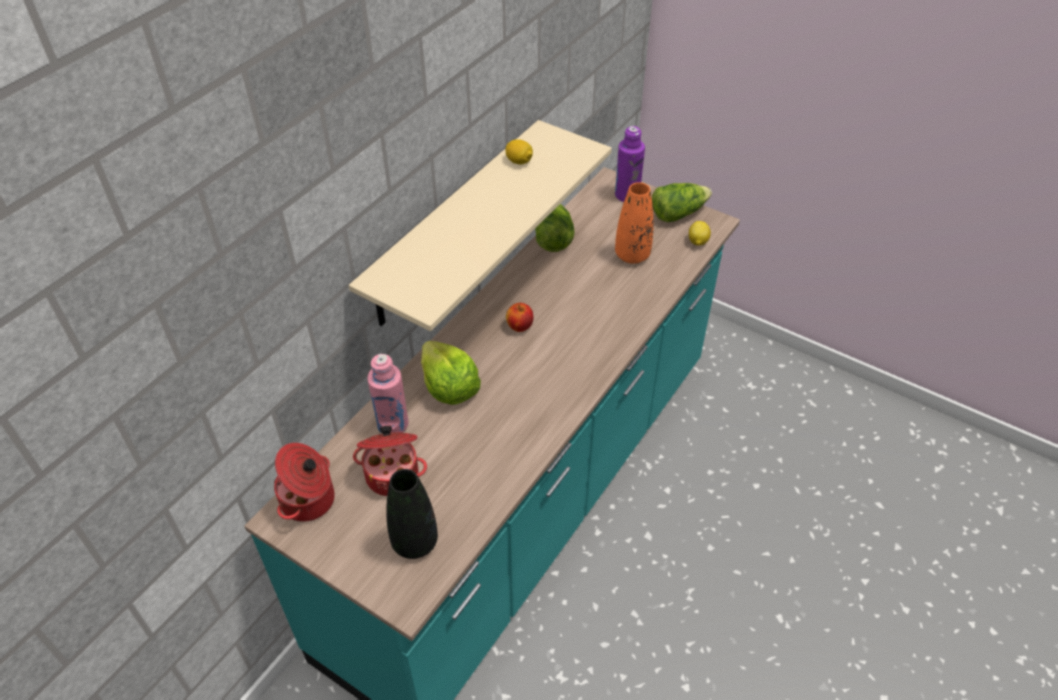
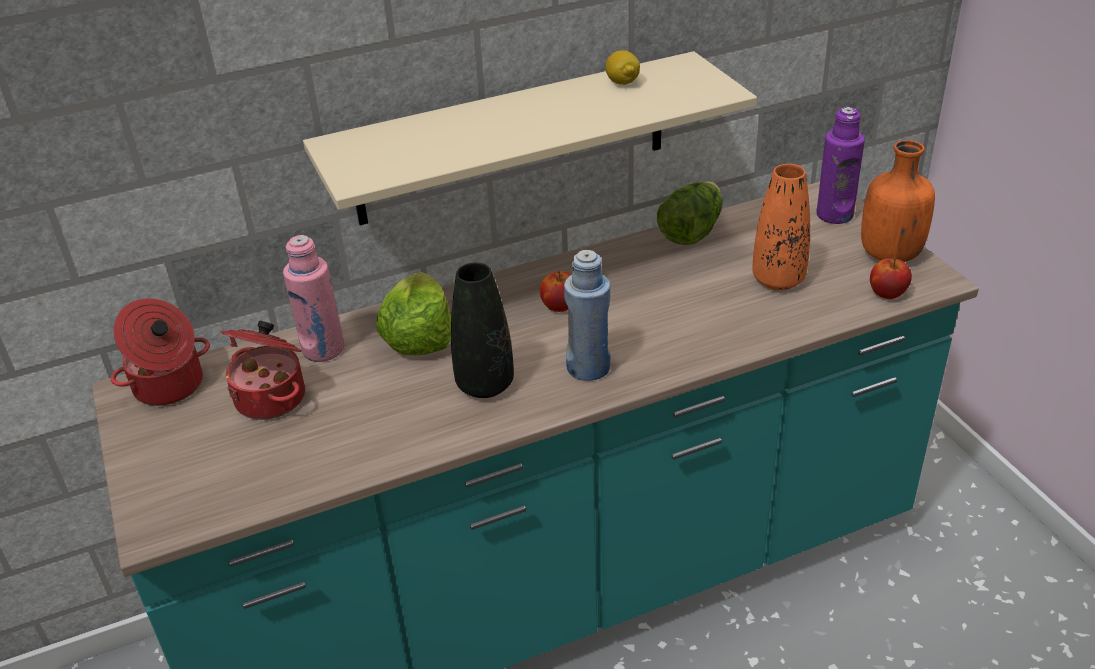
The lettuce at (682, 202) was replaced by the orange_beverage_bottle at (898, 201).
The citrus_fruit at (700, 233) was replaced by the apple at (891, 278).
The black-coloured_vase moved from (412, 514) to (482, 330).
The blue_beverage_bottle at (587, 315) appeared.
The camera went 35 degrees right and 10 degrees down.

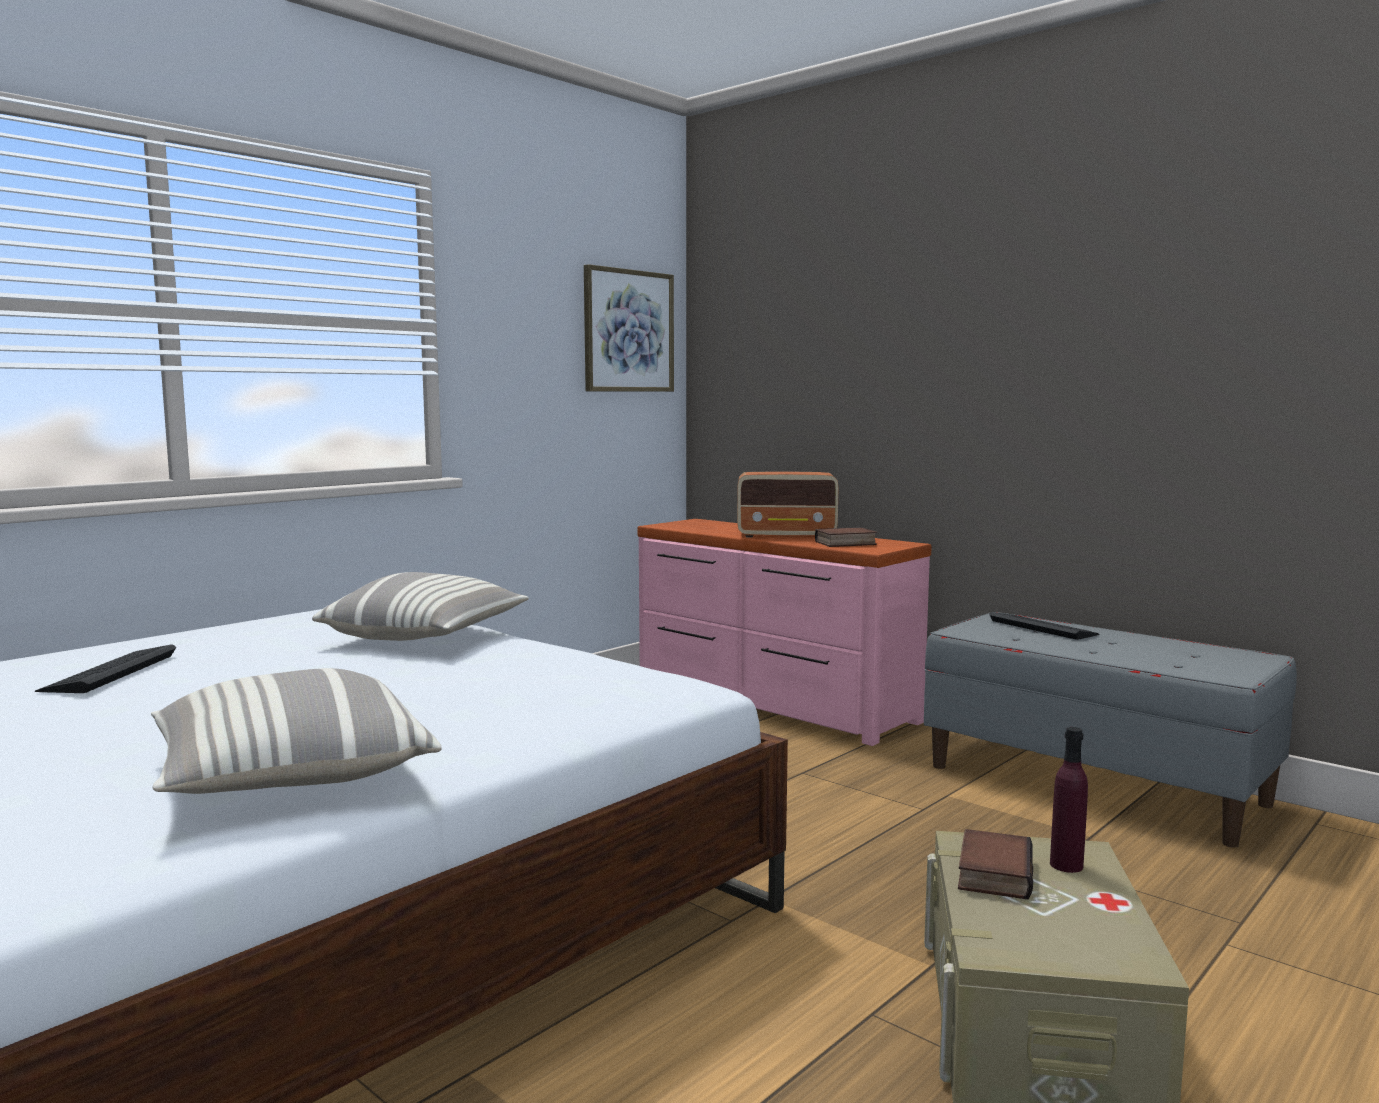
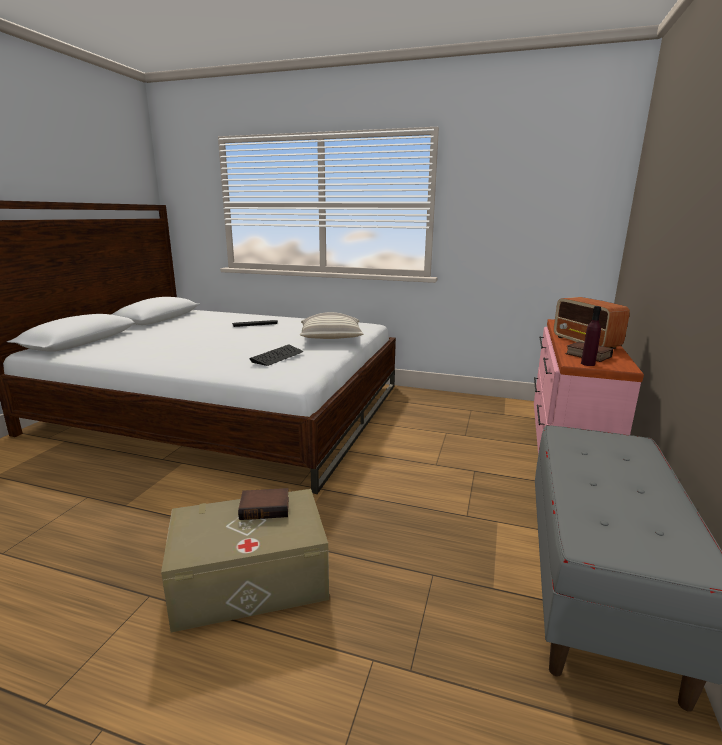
The wall_picture at (629, 328) disappeared.
The keyboard moved from (1044, 626) to (276, 355).
The cushion at (296, 731) disappeared.
The purple_beverage_bottle moved from (1069, 800) to (591, 336).
The camera went 65 degrees right and 10 degrees up.

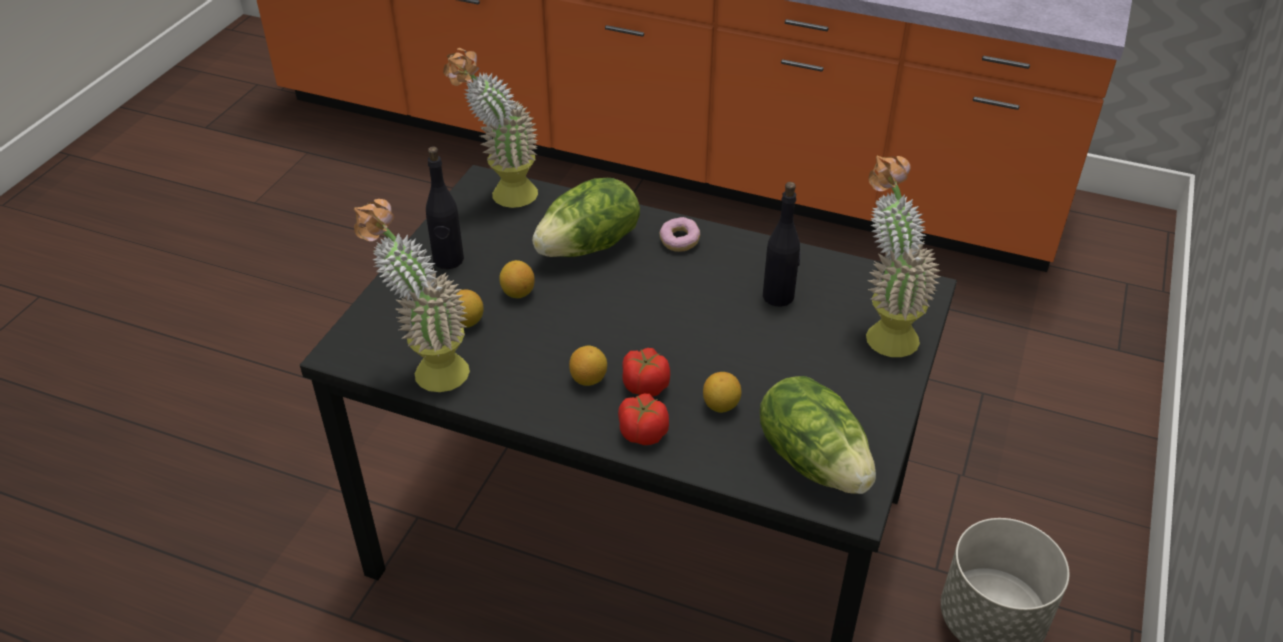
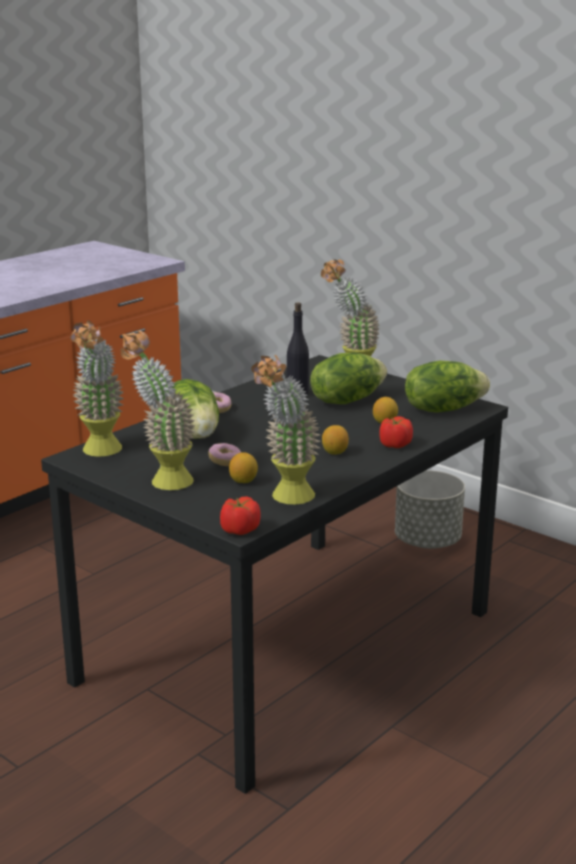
The black-coloured_beverage_bottle at (445, 207) was replaced by the potted_plant at (158, 410).
The citrus_fruit at (517, 279) was replaced by the doughnut at (224, 454).
The fresh_tomato moved from (646, 372) to (240, 515).
The lettuce at (348, 378) appeared.
The camera went 70 degrees left and 20 degrees down.

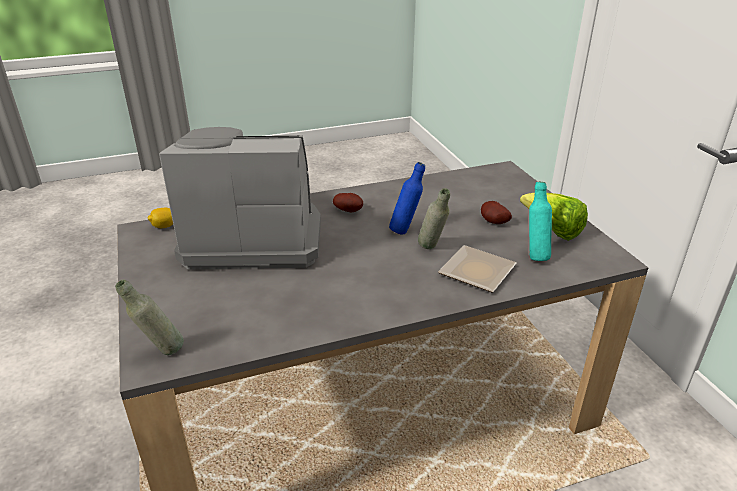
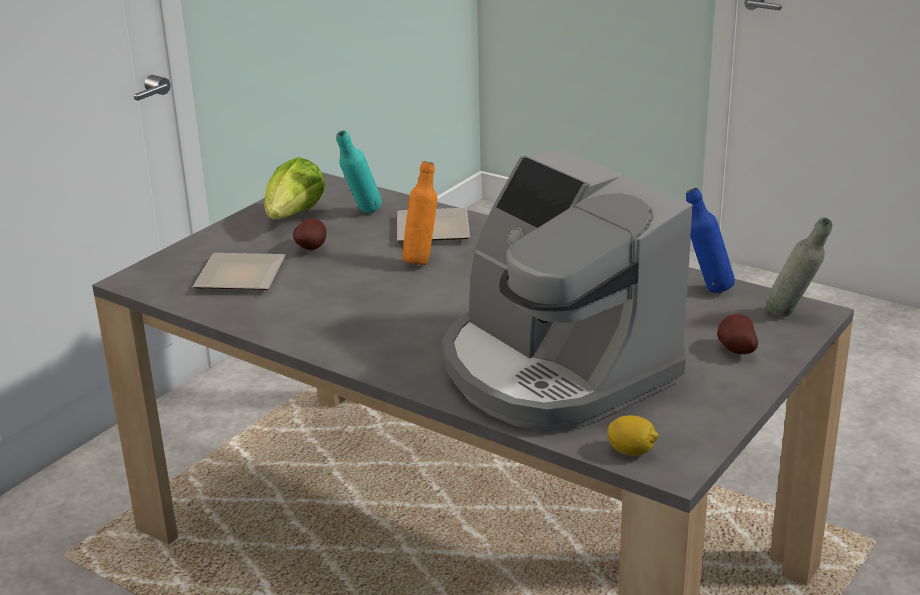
The blue_beverage_bottle moved from (407, 198) to (710, 240).
The greyish_beverage_bottle at (434, 218) became the orange_beverage_bottle at (419, 213).
The whole_potato moved from (348, 203) to (737, 334).
The flat_dish at (239, 271) appeared.
The camera went 125 degrees left and 5 degrees down.

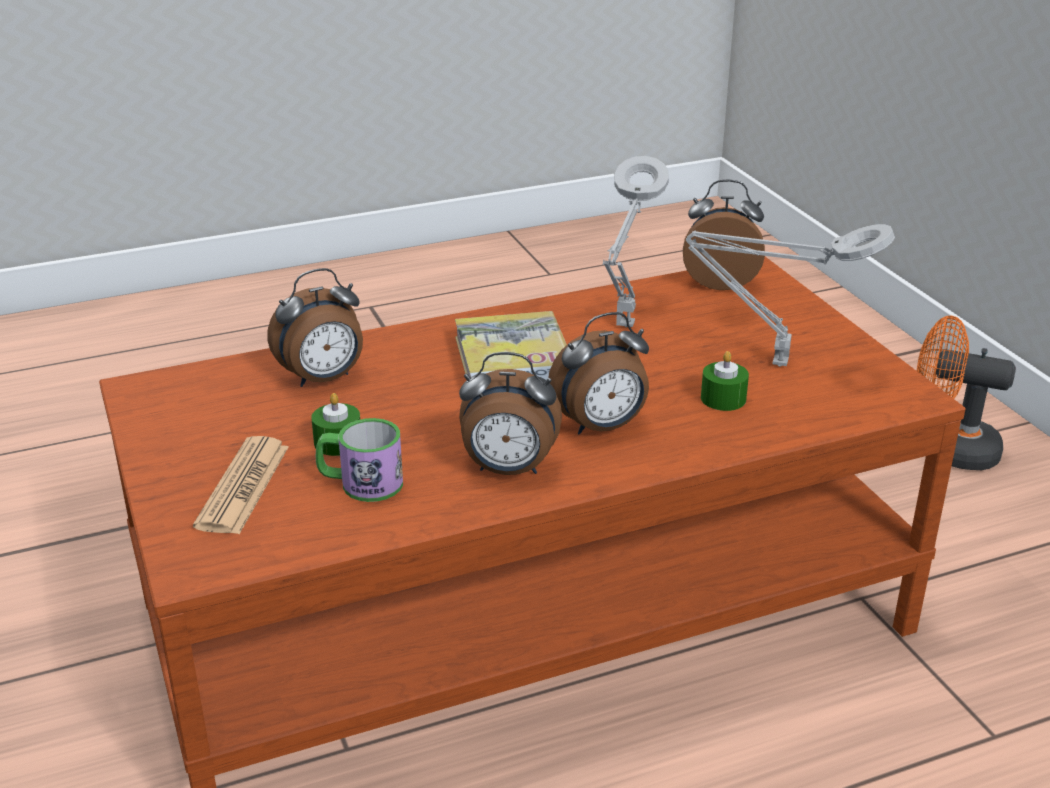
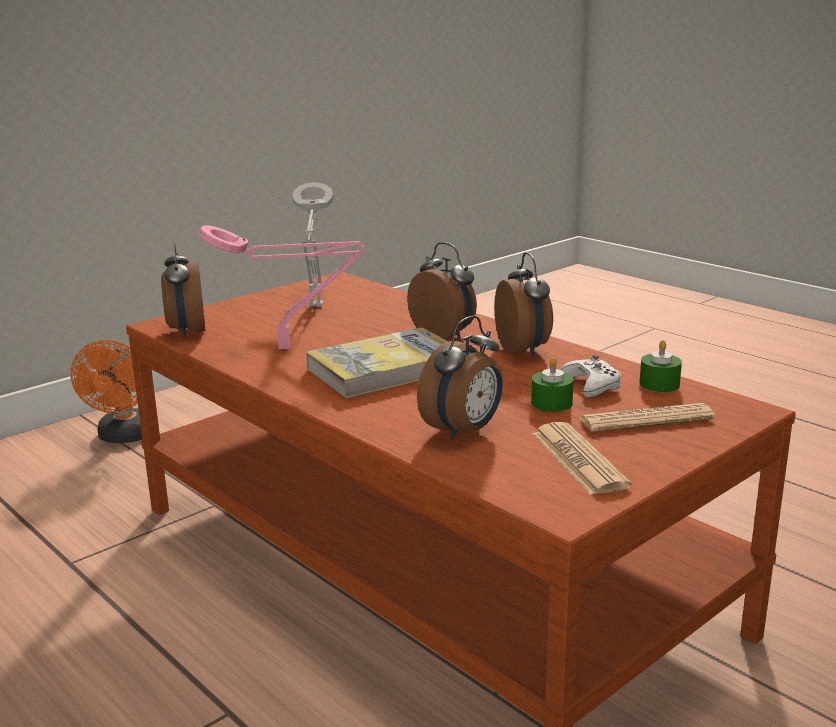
The greyish_table_lamp at (636, 241) became the pink_table_lamp at (282, 287).
The table_clock at (315, 327) turned 90 degrees clockwise.
The green-coloured_candle moved from (725, 381) to (661, 366).
The mug at (359, 460) was replaced by the white_gamepad at (591, 376).
The daily_paper at (582, 458) appeared.
The camera went 110 degrees left and 10 degrees down.

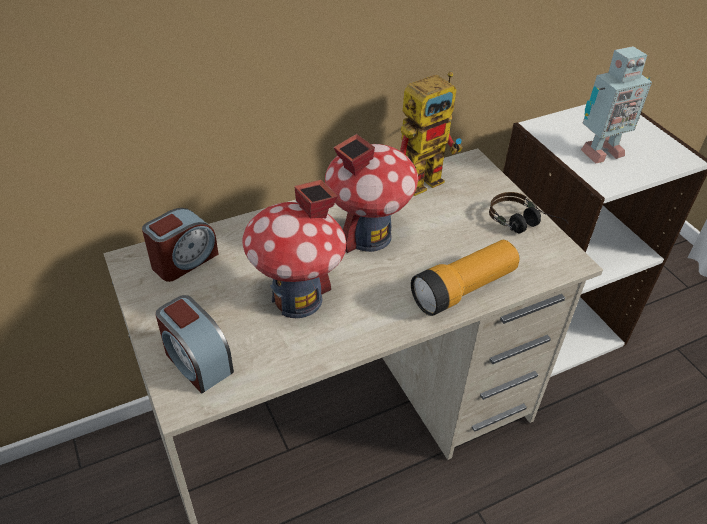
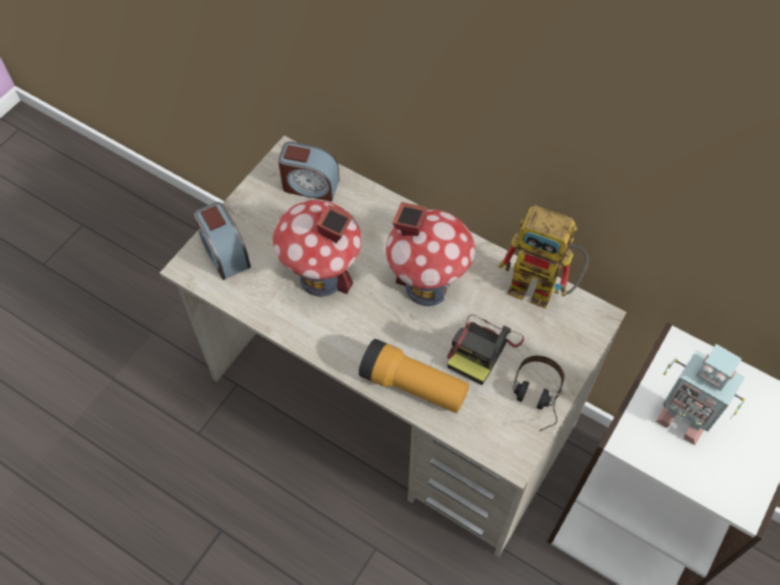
The table_clock at (195, 344) turned 45 degrees counterclockwise.
The photo_camera at (485, 349) appeared.
The camera went 60 degrees right and 15 degrees up.

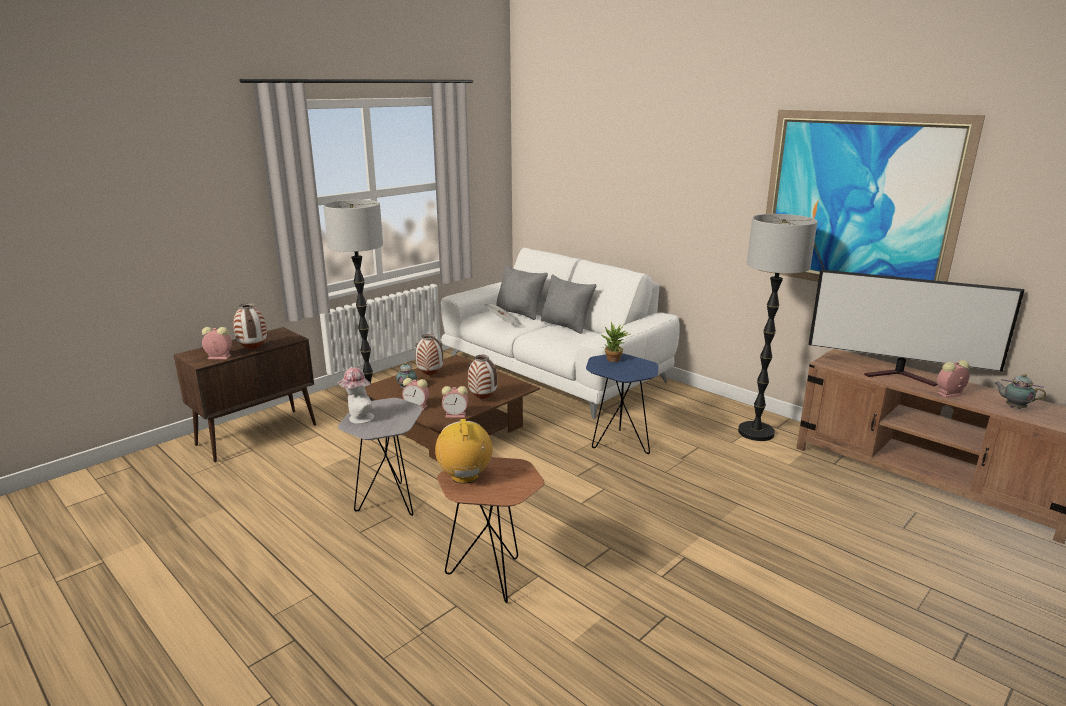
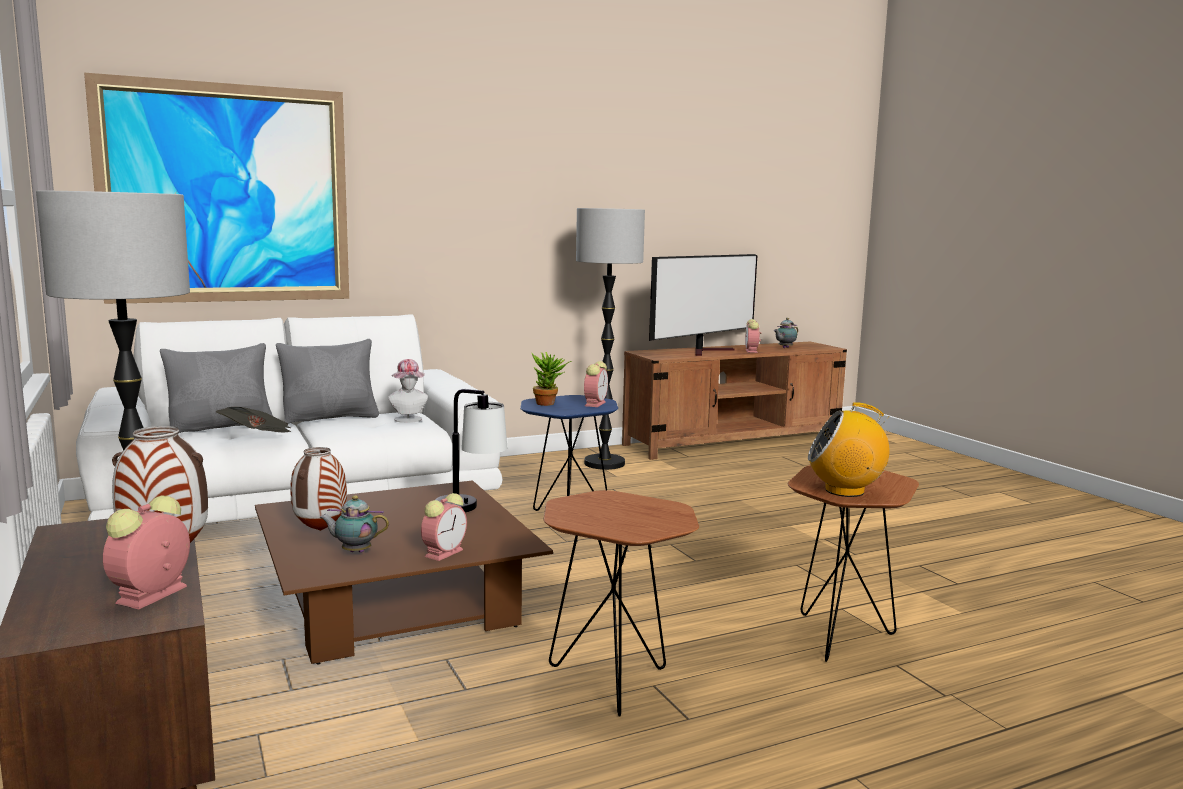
The wall_picture moved from (872, 196) to (216, 188).
The vase at (482, 377) was replaced by the table_lamp at (471, 450).
The wearable_hat moved from (355, 395) to (408, 391).
The table_clock moved from (455, 402) to (596, 384).
The greyish_accent_table at (380, 457) became the brownish_accent_table at (621, 603).
The camera went 70 degrees left and 10 degrees down.

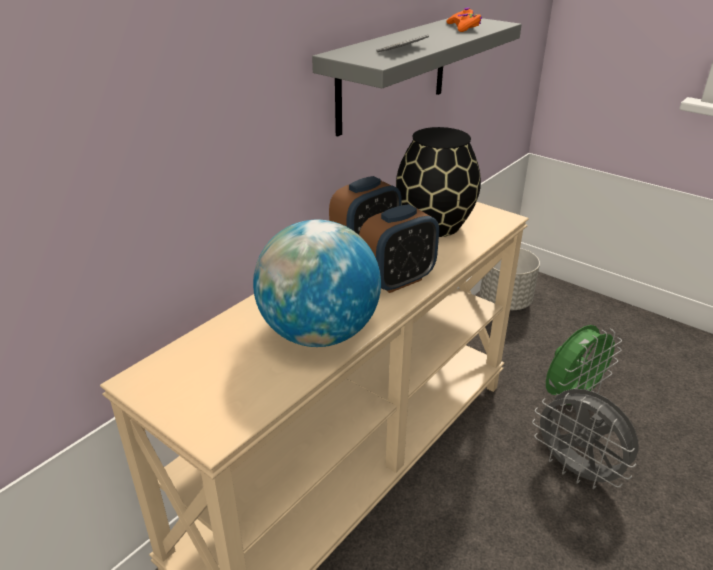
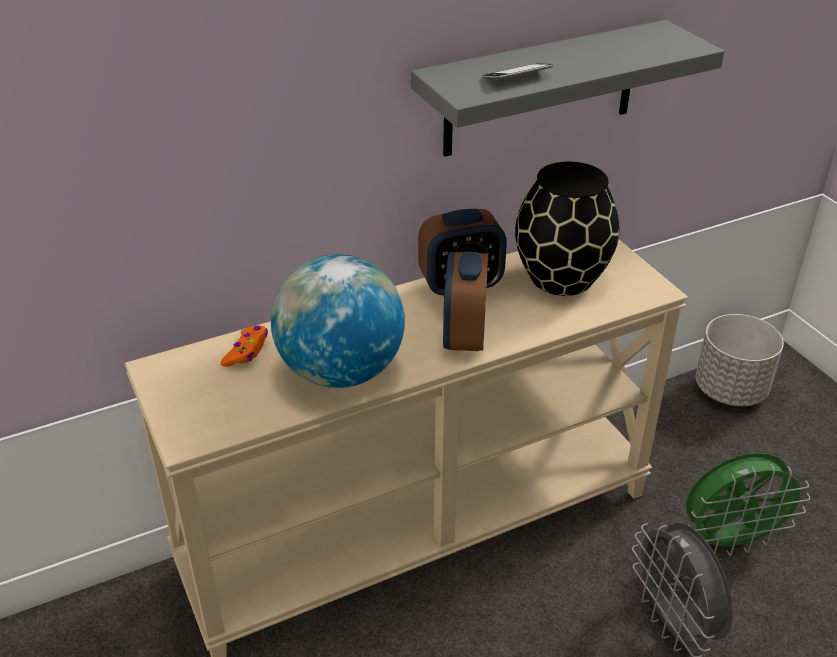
The orange_gamepad moved from (464, 19) to (244, 346).
The table_clock at (399, 248) turned 105 degrees clockwise.
The camera went 25 degrees right and 5 degrees up.

